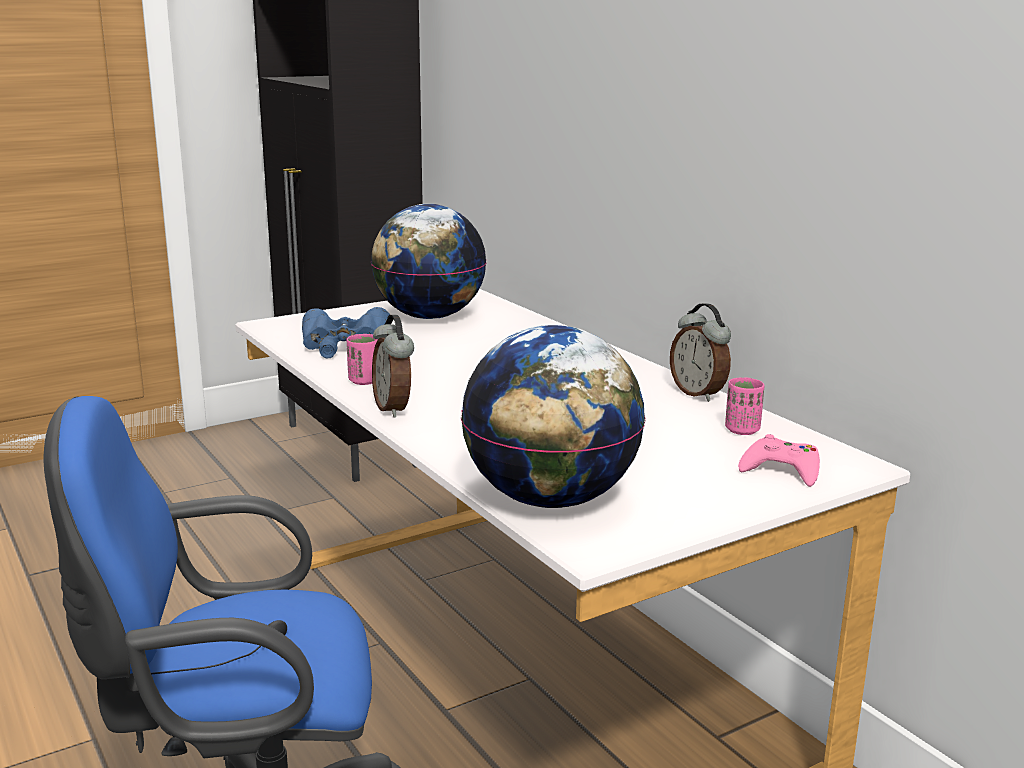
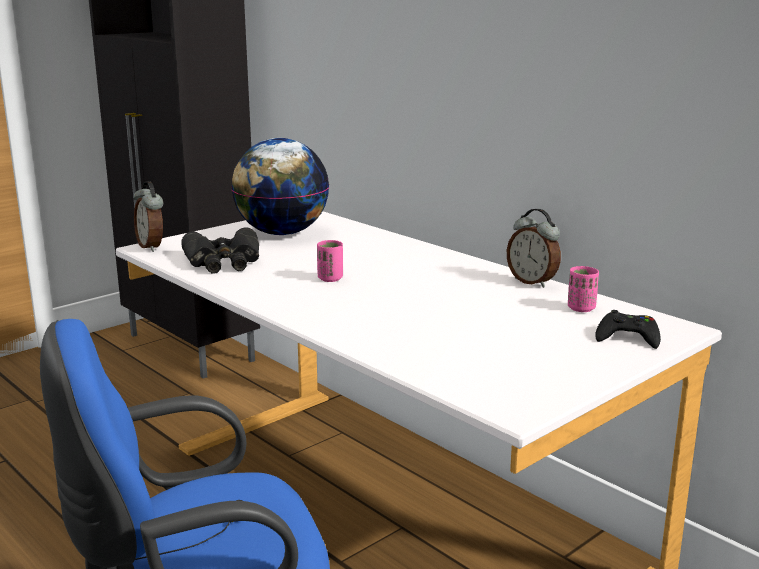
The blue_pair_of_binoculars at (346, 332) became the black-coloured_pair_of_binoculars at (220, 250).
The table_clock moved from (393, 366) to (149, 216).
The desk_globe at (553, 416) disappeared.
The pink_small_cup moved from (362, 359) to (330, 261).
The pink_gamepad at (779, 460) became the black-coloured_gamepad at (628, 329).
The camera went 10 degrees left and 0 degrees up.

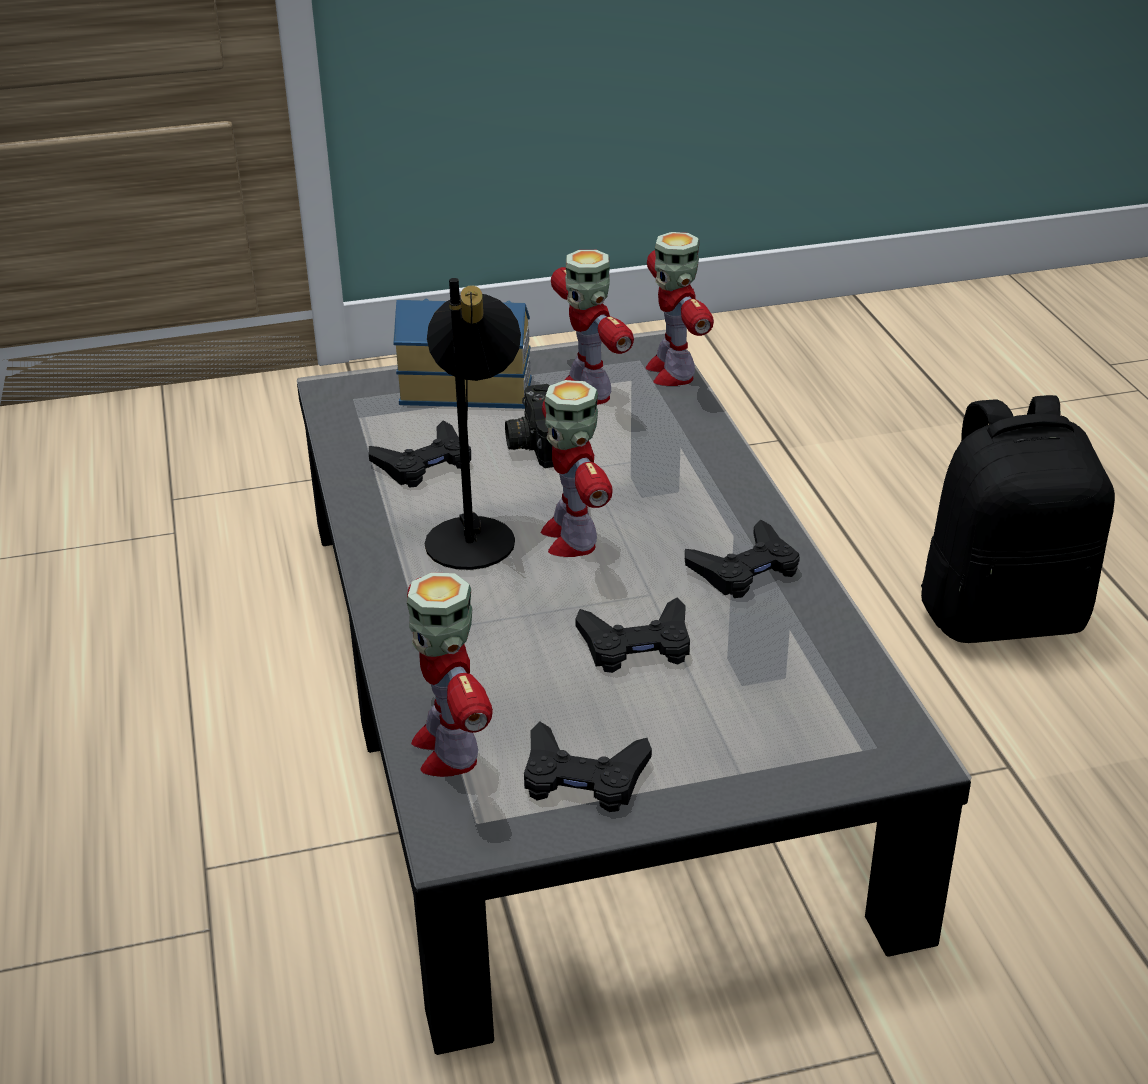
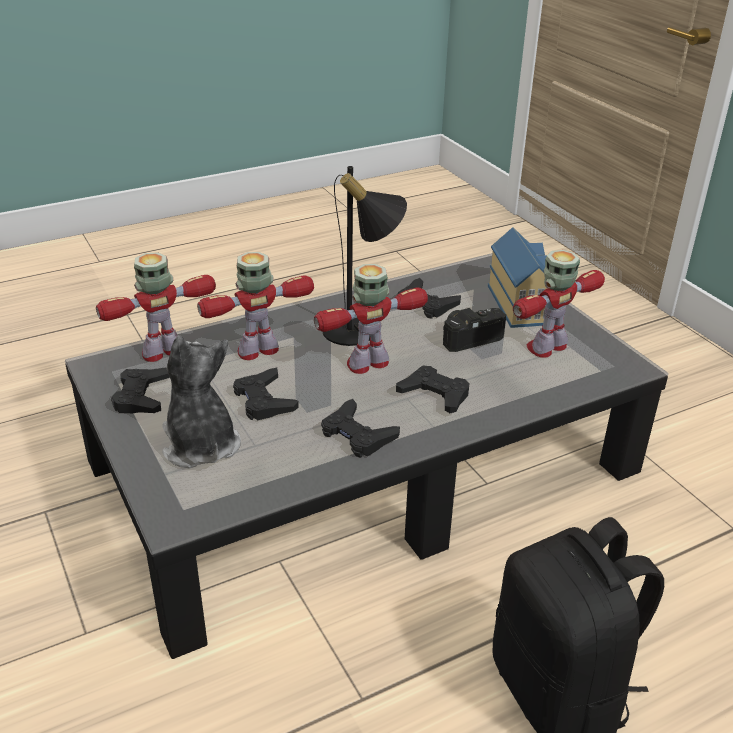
The robot_figure moved from (679, 309) to (255, 306).
The plush_toy at (201, 402) appeared.
The black-coloured_gamepad at (432, 389) appeared.
The camera went 75 degrees right and 0 degrees up.

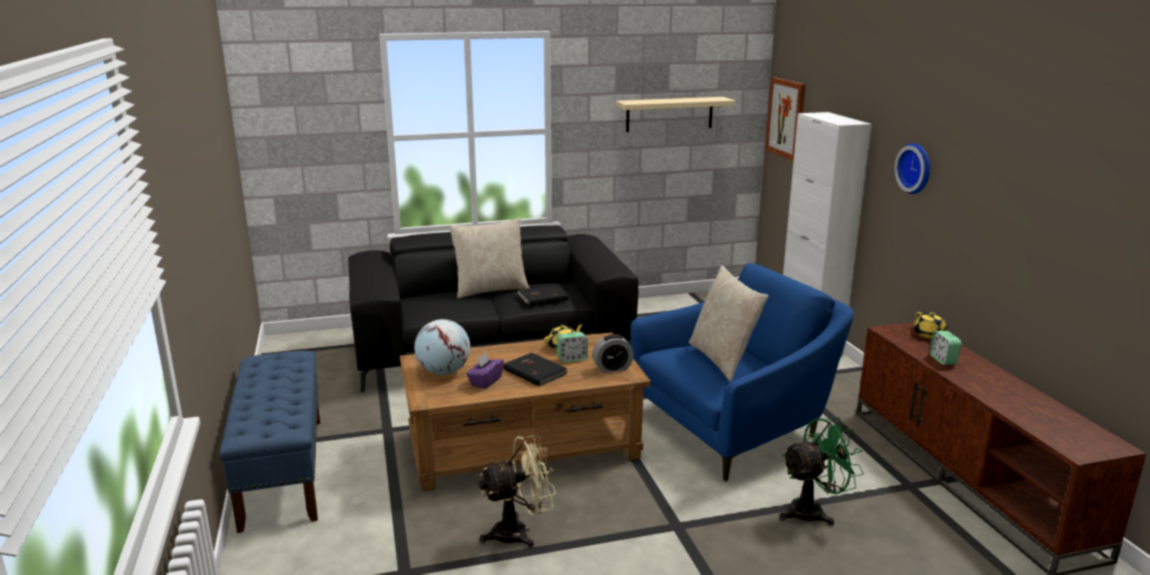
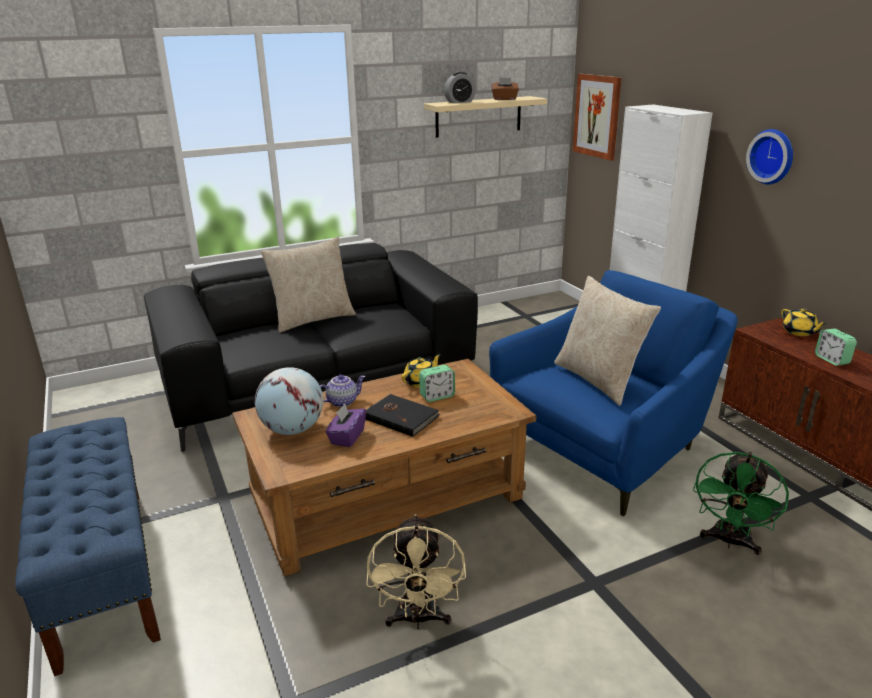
The black-coloured_bound_book at (543, 295) disappeared.
The table_clock moved from (613, 353) to (460, 87).
The green-coloured_fan at (821, 471) turned 150 degrees clockwise.
The sand-coloured_fan at (517, 491) turned 120 degrees clockwise.
The brownish_box_of_tissues at (505, 89) appeared.
The tea_pot at (343, 390) appeared.
The camera went 10 degrees left and 5 degrees up.

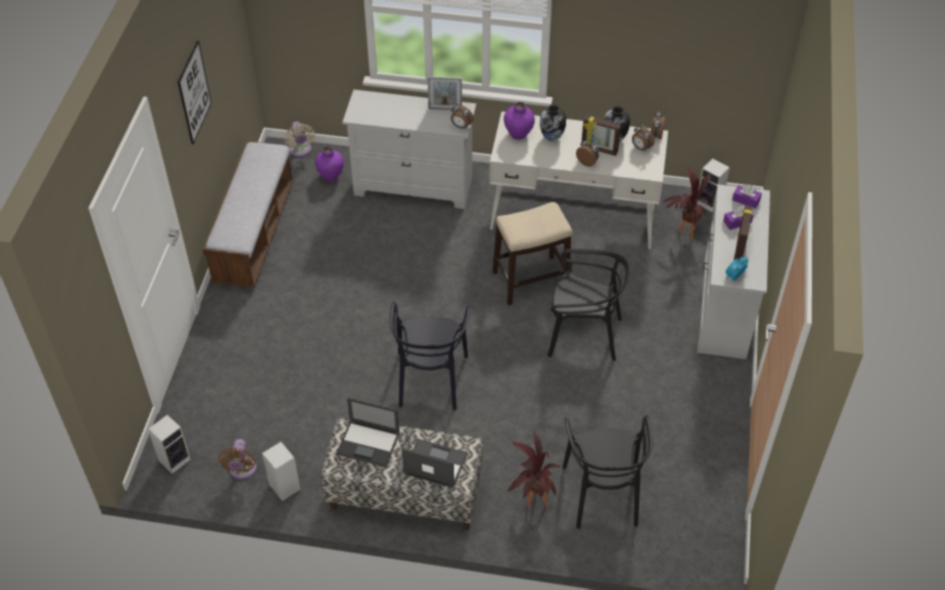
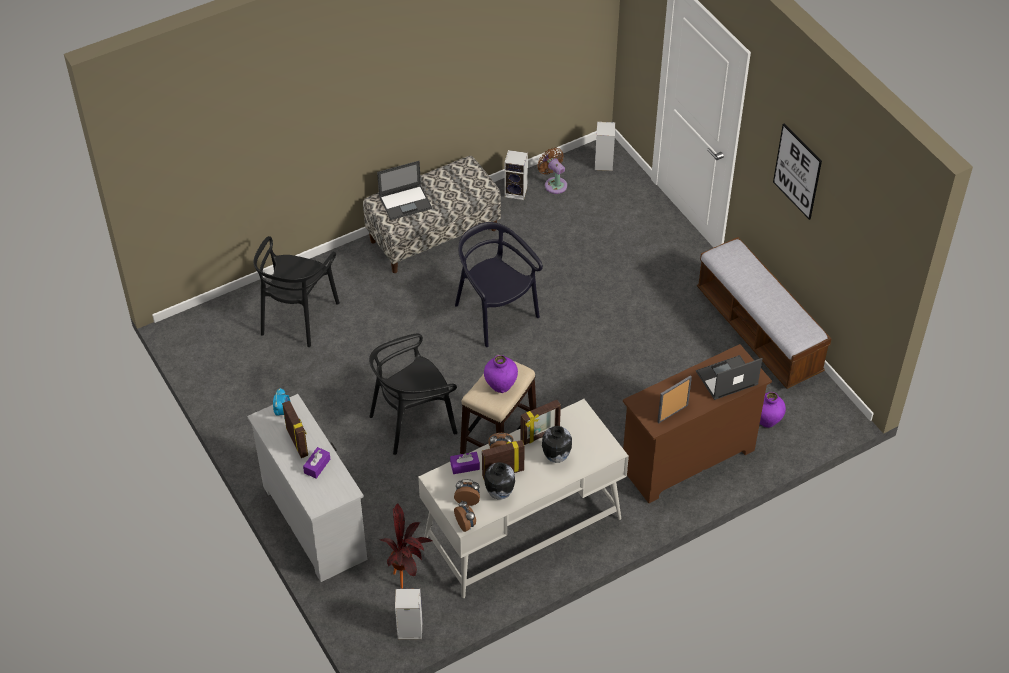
The white_dresser at (409, 149) became the brownish_dresser at (697, 423).
The purple_vase moved from (519, 121) to (501, 374).
The table_clock at (462, 116) disappeared.
The sand-coloured_fan at (300, 139) disappeared.
The purple_box_of_tissues moved from (747, 197) to (465, 463).
The laptop moved from (368, 432) to (729, 377).
The black-coloured_upright_chair at (608, 472) turned 120 degrees counterclockwise.
The potted_plant at (534, 469) disappeared.
The standing_frame at (540, 422) appeared.
The camera went 140 degrees right and 0 degrees up.

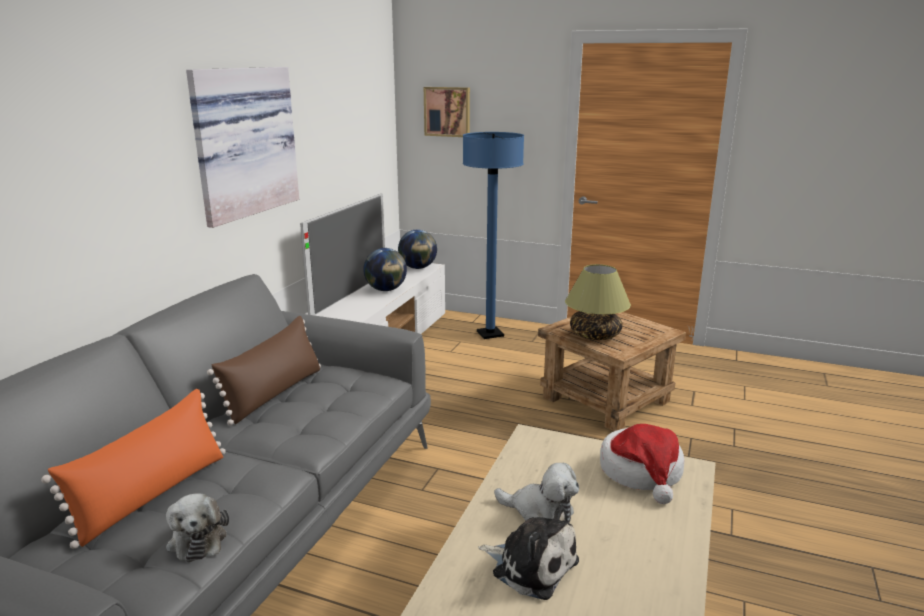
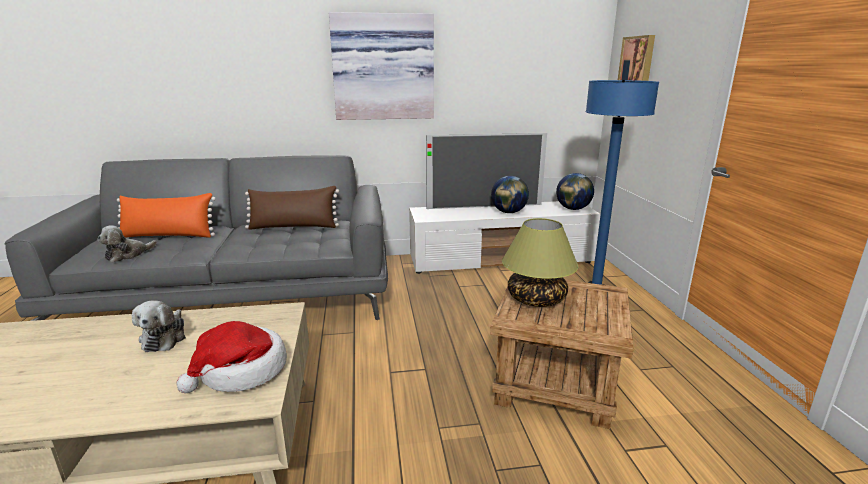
The plush_toy at (528, 552) disappeared.
The camera went 60 degrees right and 0 degrees up.

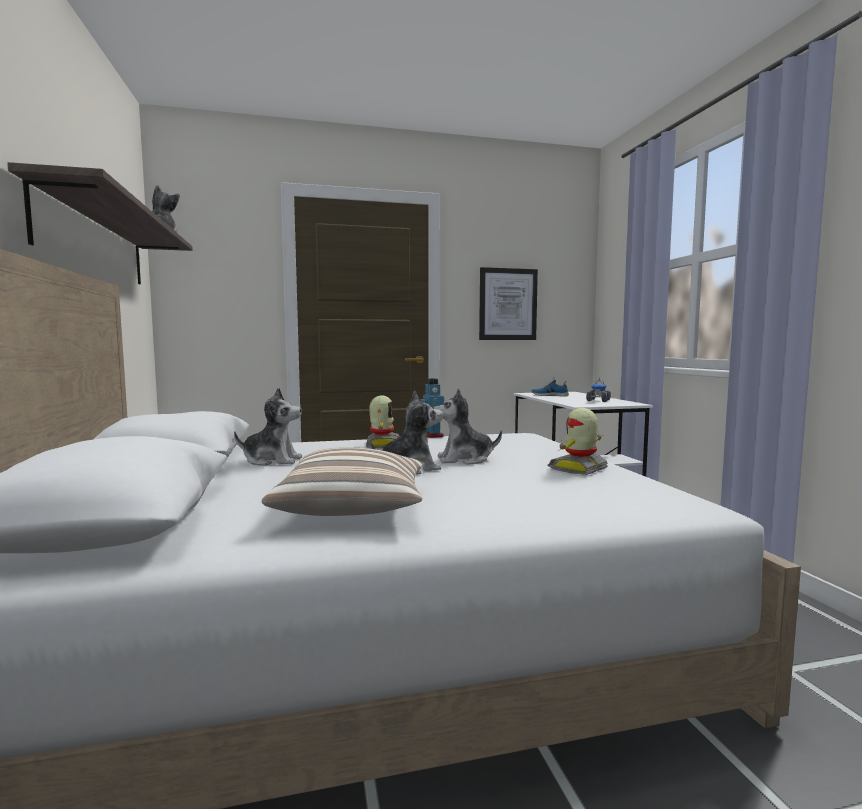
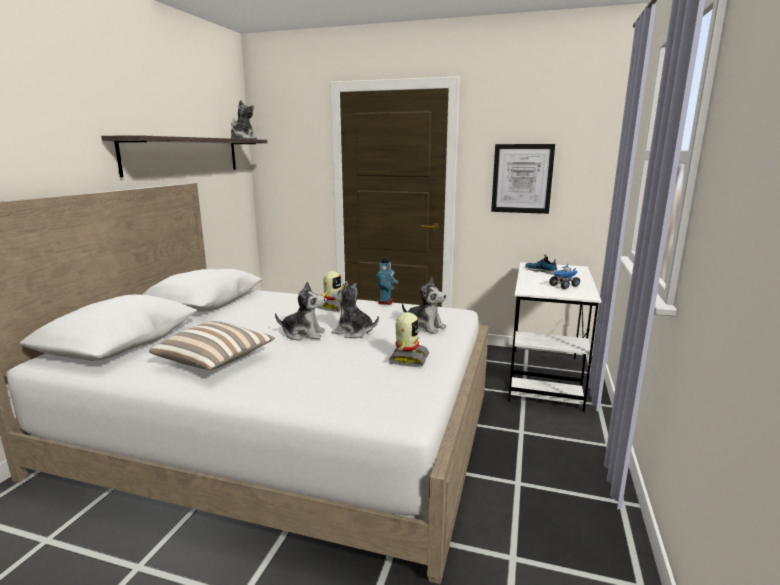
The plush_toy moved from (268, 427) to (424, 305).
The robot_figure at (578, 441) turned 120 degrees clockwise.
The camera went 30 degrees right and 10 degrees up.

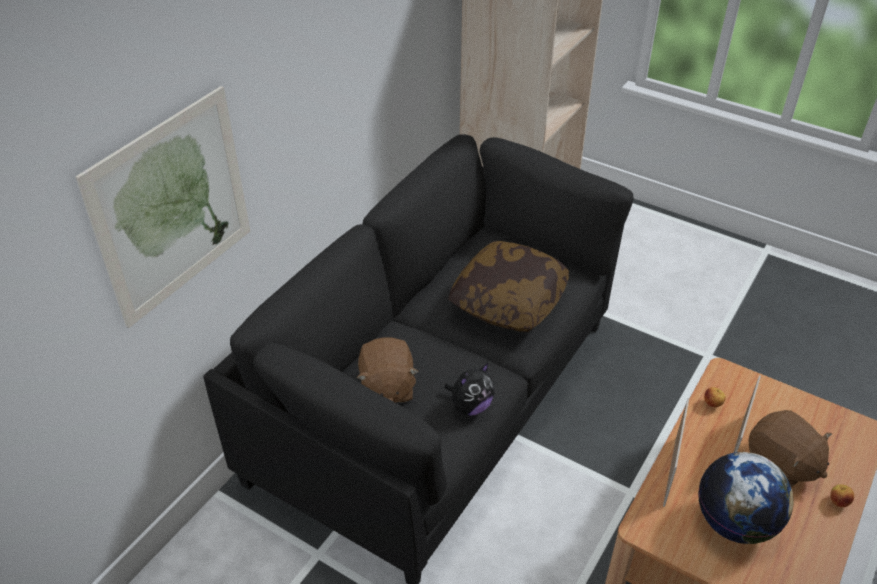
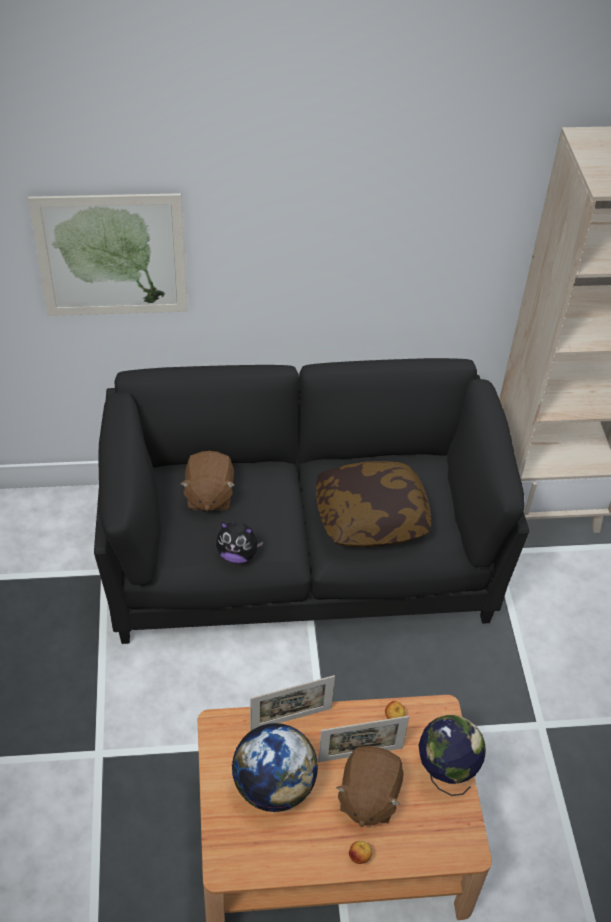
The brownish_plush_toy at (388, 370) turned 45 degrees counterclockwise.
The desk_globe at (452, 755) appeared.
The camera went 50 degrees right and 5 degrees up.

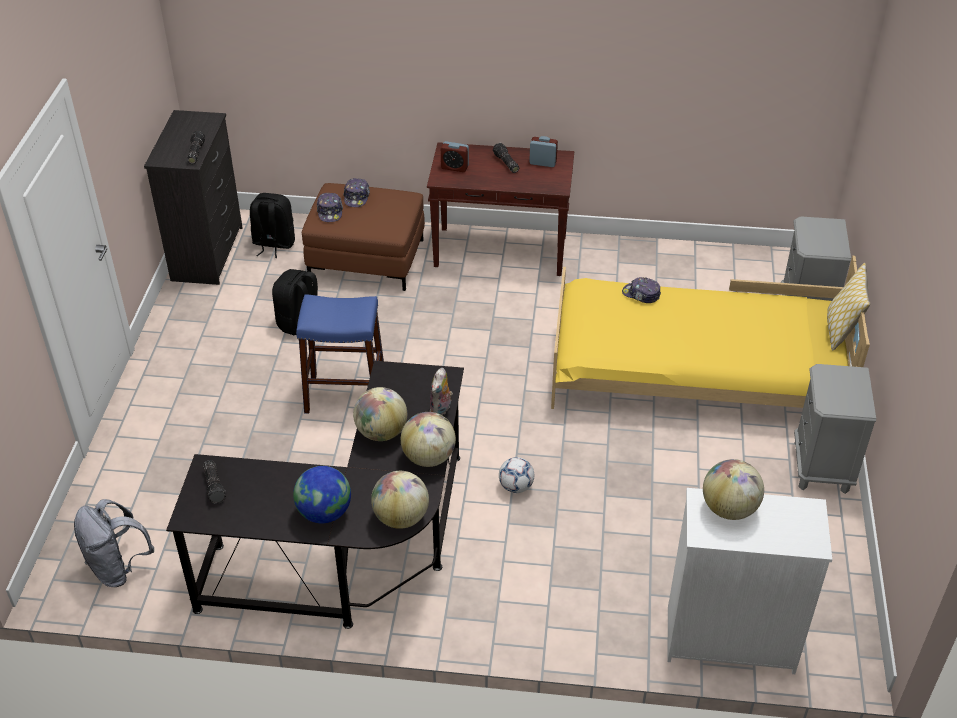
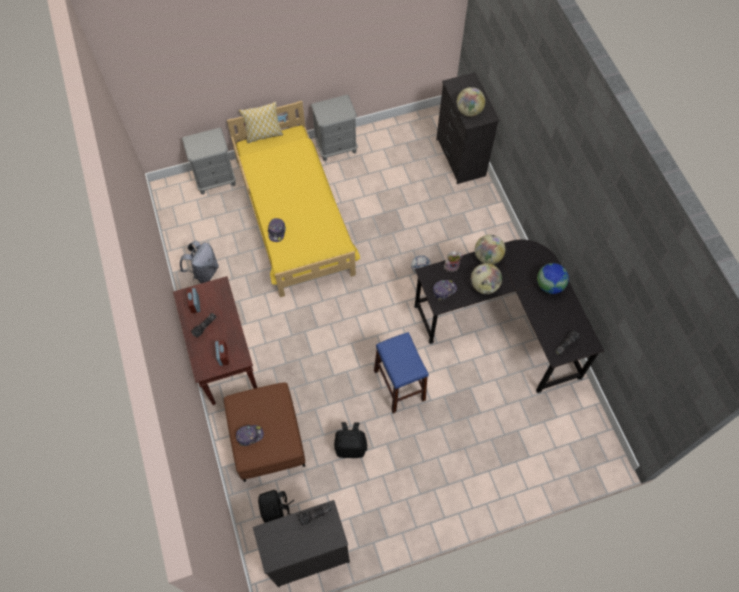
The peaked_cap moved from (330, 207) to (444, 290).
The desk_globe at (400, 500) disappeared.
The white_dresser at (749, 581) became the black-coloured_dresser at (468, 128).
The greyish_backpack moved from (114, 543) to (199, 261).
The camera went 115 degrees left and 20 degrees up.

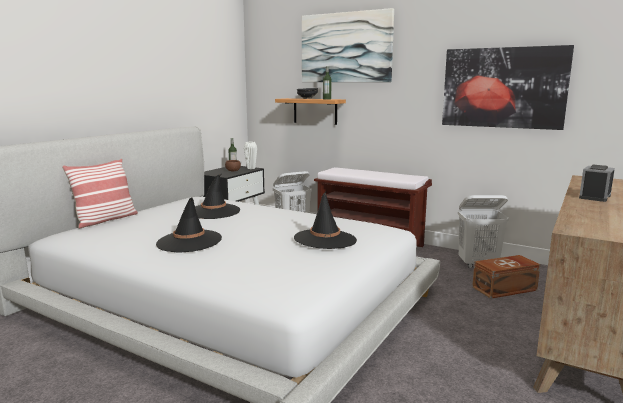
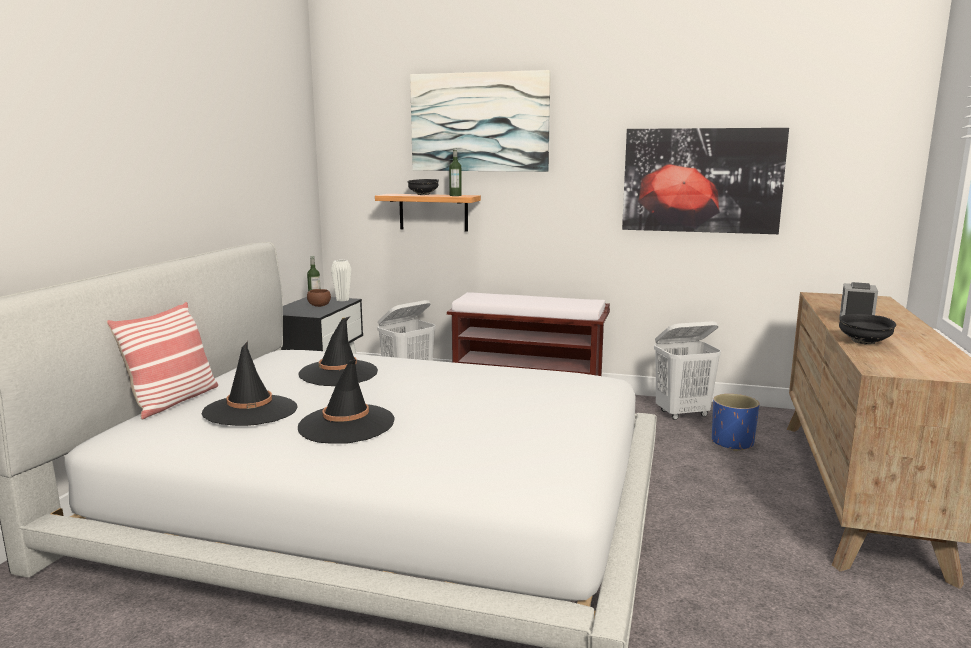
The black-coloured_wearable_hat moved from (325, 220) to (249, 383).
The brownish_storage_container at (506, 277) was replaced by the blue_planter at (736, 422).
The black-coloured_deep_dish at (867, 329) appeared.
The camera went 15 degrees left and 0 degrees up.

